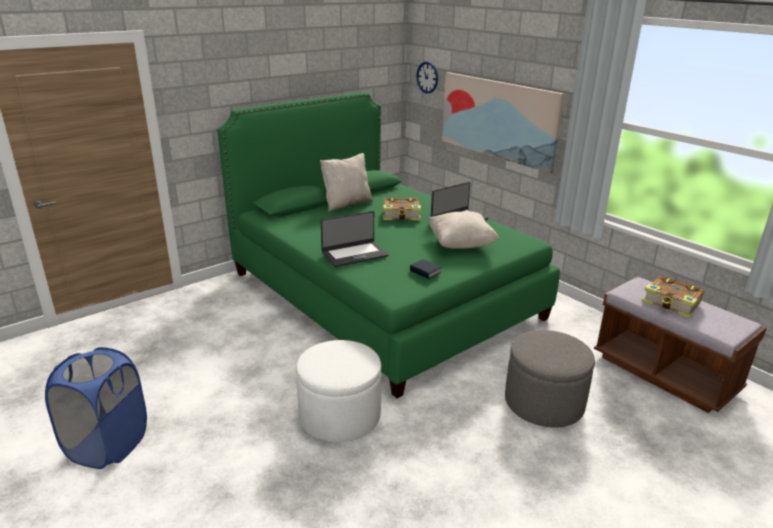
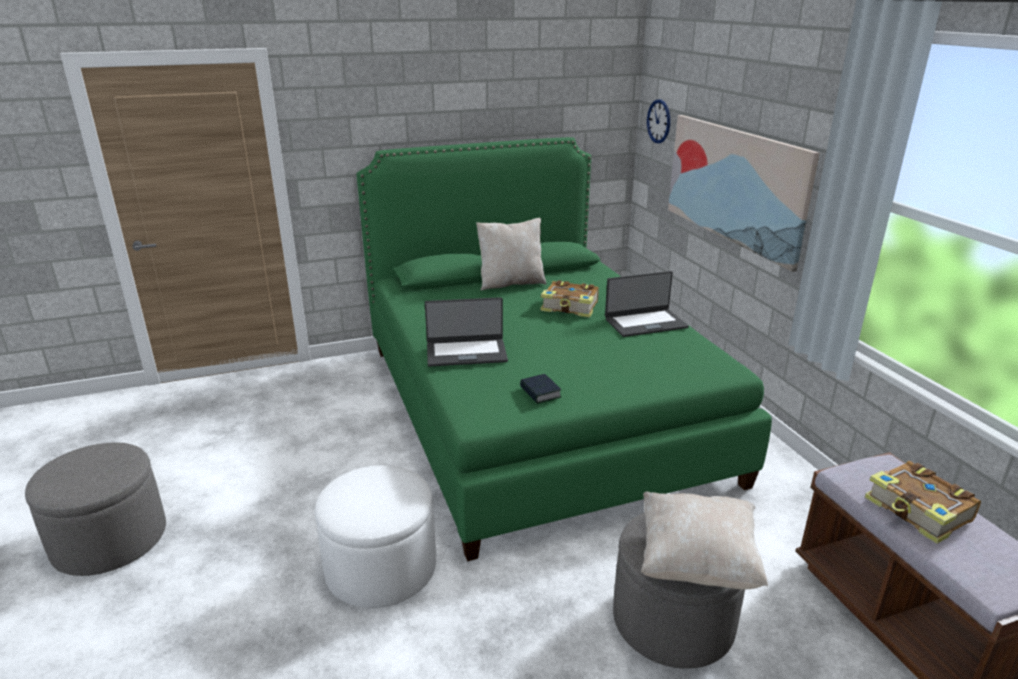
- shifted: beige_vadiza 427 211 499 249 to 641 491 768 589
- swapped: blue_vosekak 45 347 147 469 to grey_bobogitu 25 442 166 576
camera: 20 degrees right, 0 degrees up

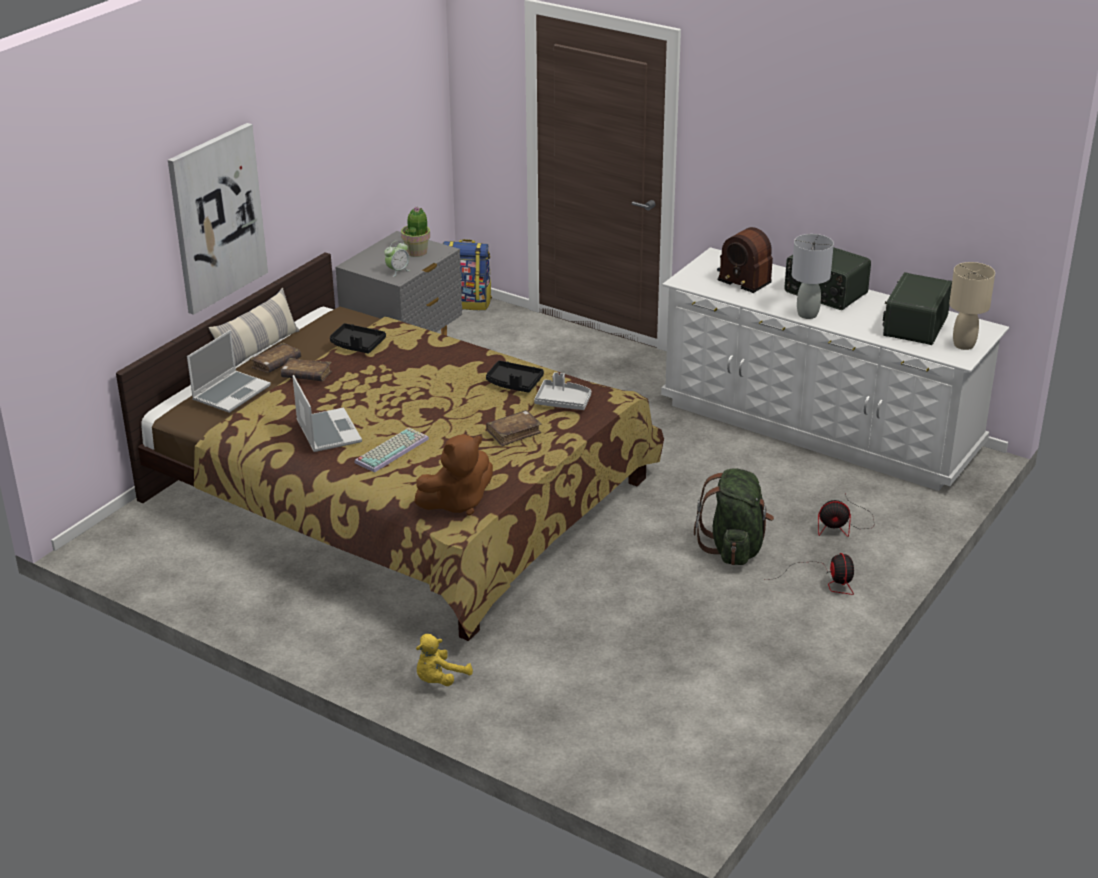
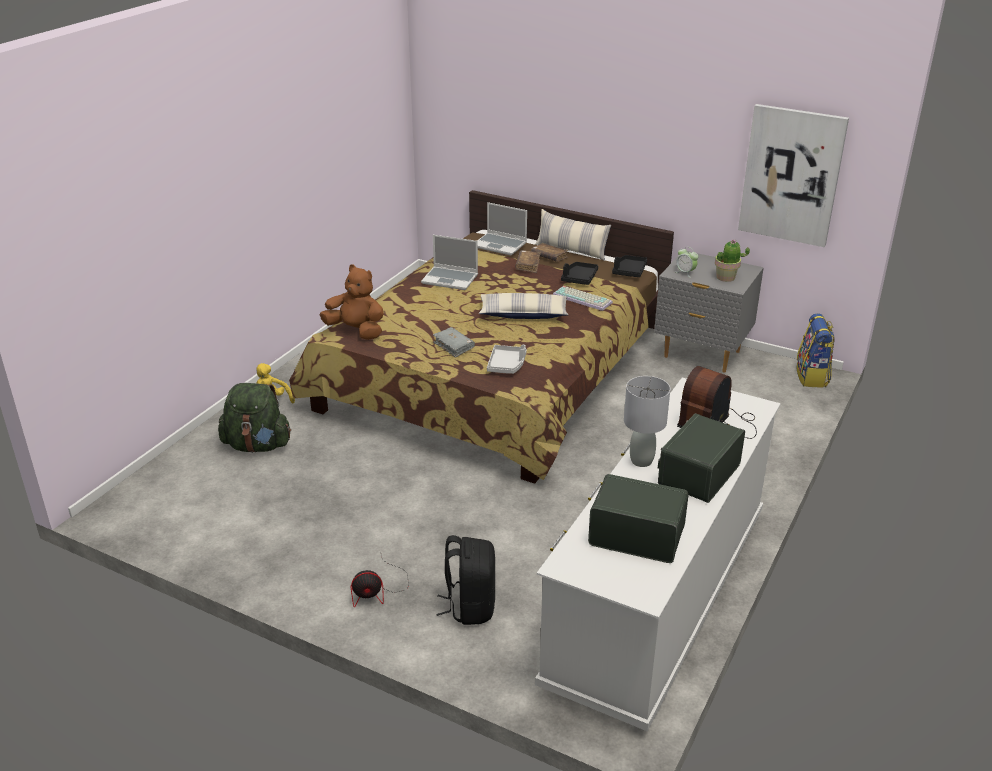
- shifted: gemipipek 168 123 268 315 to 738 104 849 247
- gone: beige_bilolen 949 262 995 350
- shifted: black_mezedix 486 361 544 393 to 612 255 647 277
- rotated: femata 293 375 362 452 = 421 235 478 290 45 degrees clockwise
- repainted: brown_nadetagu 486 410 542 446 to grey_nadetagu 433 327 475 358
- shifted: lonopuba 354 428 429 473 to 553 286 613 311
- rotated: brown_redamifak 414 434 493 516 = 320 264 384 340 150 degrees clockwise
- shifted: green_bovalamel 694 468 774 565 to 218 383 291 453
- swapped: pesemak 818 493 874 537 to black_bovalamel 436 535 495 625
- new: vadiza 479 293 568 319
camera: 85 degrees right, 0 degrees up

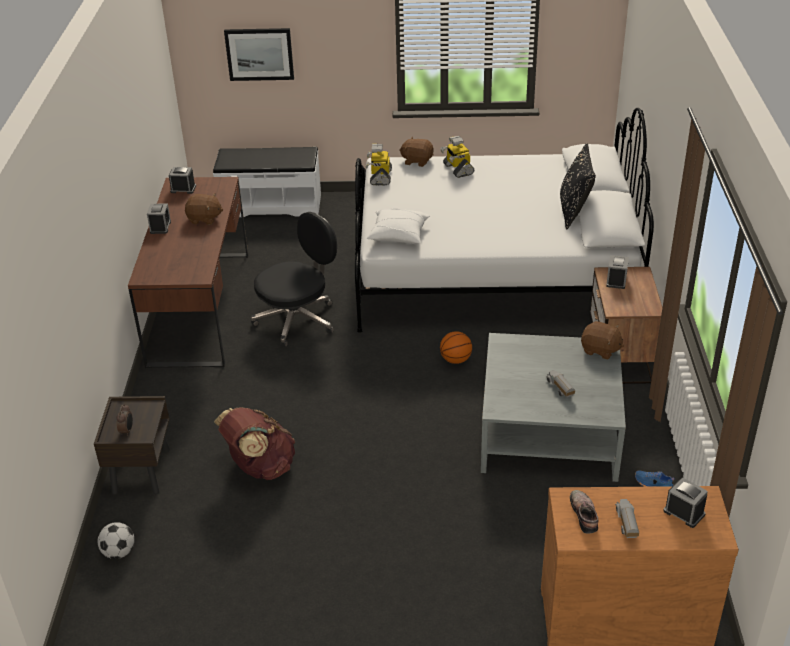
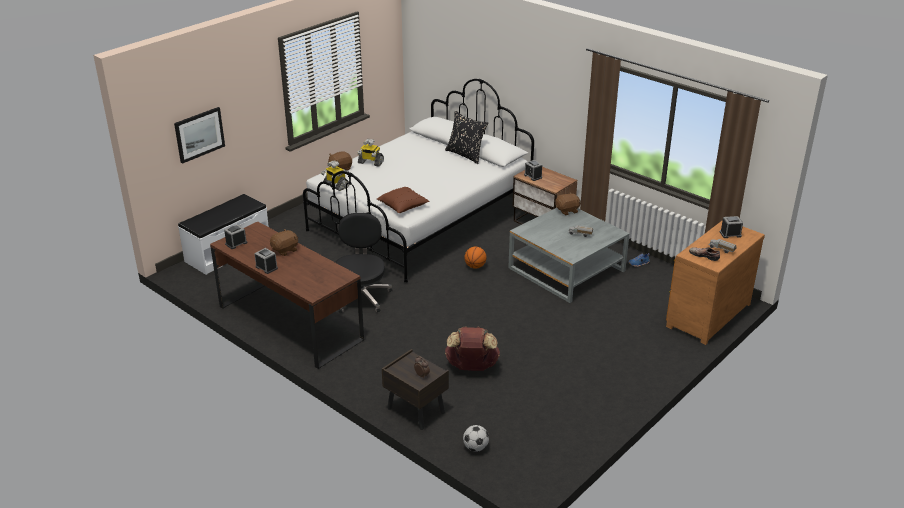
- repainted: white_vadiza 367 209 430 244 to brown_vadiza 377 187 429 213
camera: 50 degrees left, 5 degrees down

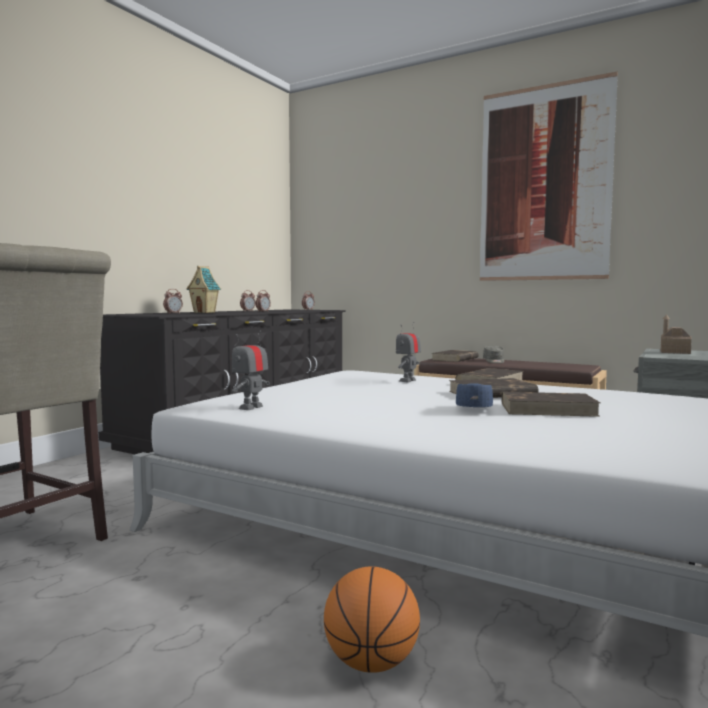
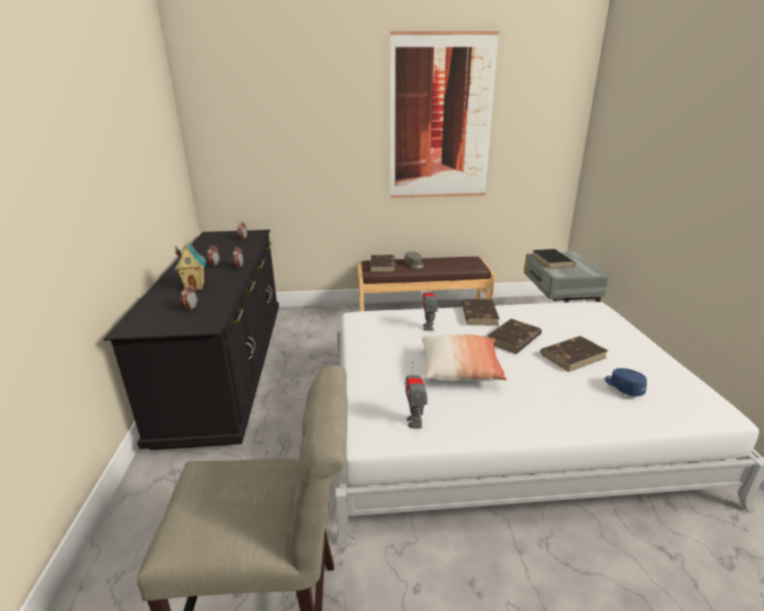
- swapped: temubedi 661 314 691 354 to black_nadetagu 533 249 575 269
- shifted: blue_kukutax 456 383 493 407 to 605 368 647 396
- gone: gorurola 324 567 420 673
- new: vadiza 422 334 507 382
camera: 35 degrees left, 20 degrees up

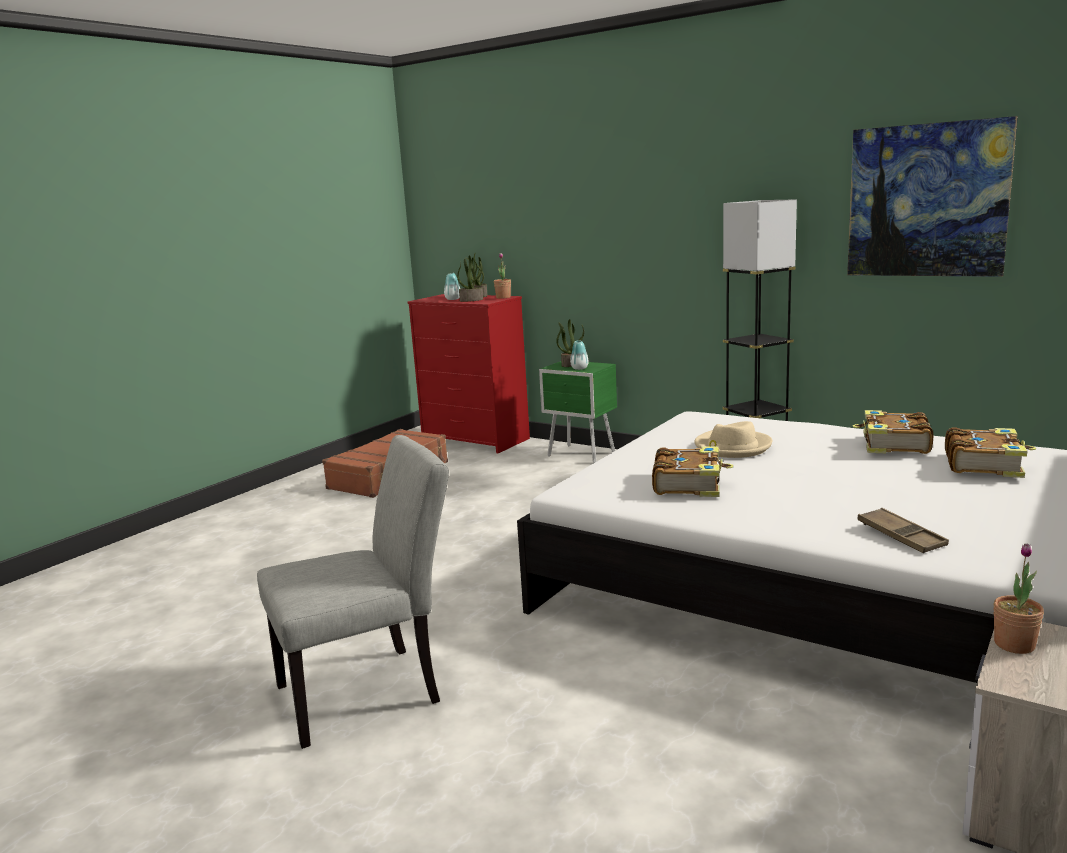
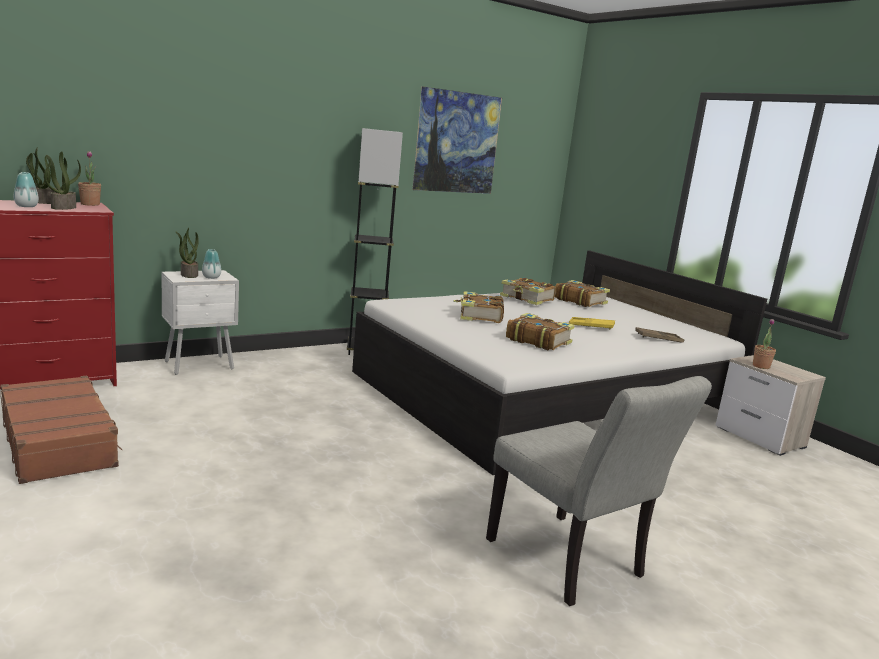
- repainted: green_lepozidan 539 361 617 463 to white_lepozidan 161 270 239 375
- swapped: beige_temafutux 695 421 772 458 to nadetagu 453 291 504 323
- rotated: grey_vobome 257 435 449 749 = 486 376 712 606 150 degrees clockwise
- new: yellow_mezedix 569 317 615 329
camera: 70 degrees left, 0 degrees up

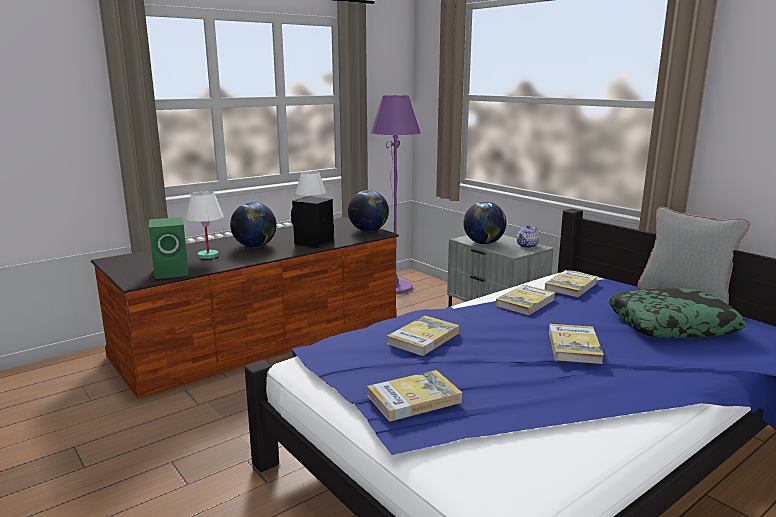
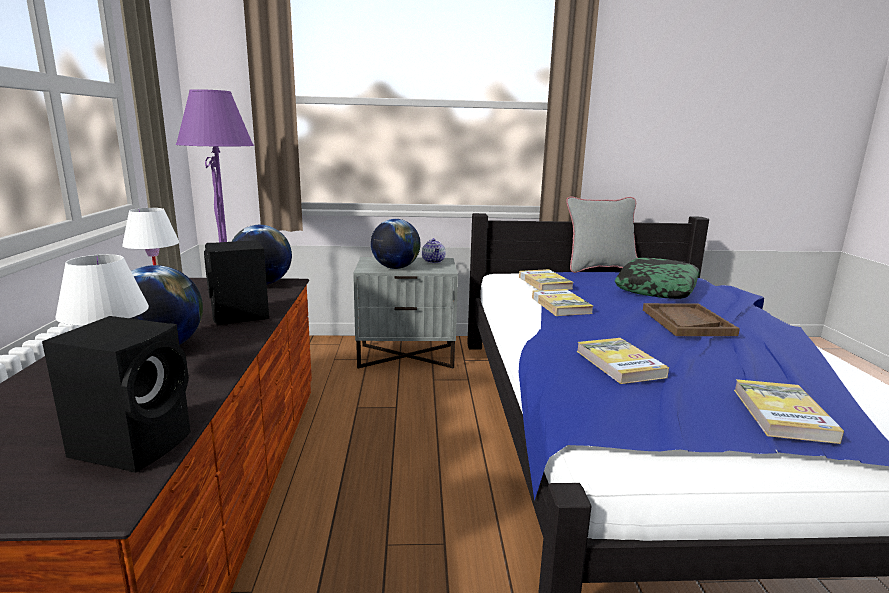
- repainted: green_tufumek 149 217 189 279 to black_tufumek 42 316 191 473
- swapped: nadetagu 549 324 604 364 to brown_mezedix 643 303 740 336
camera: 55 degrees left, 0 degrees up

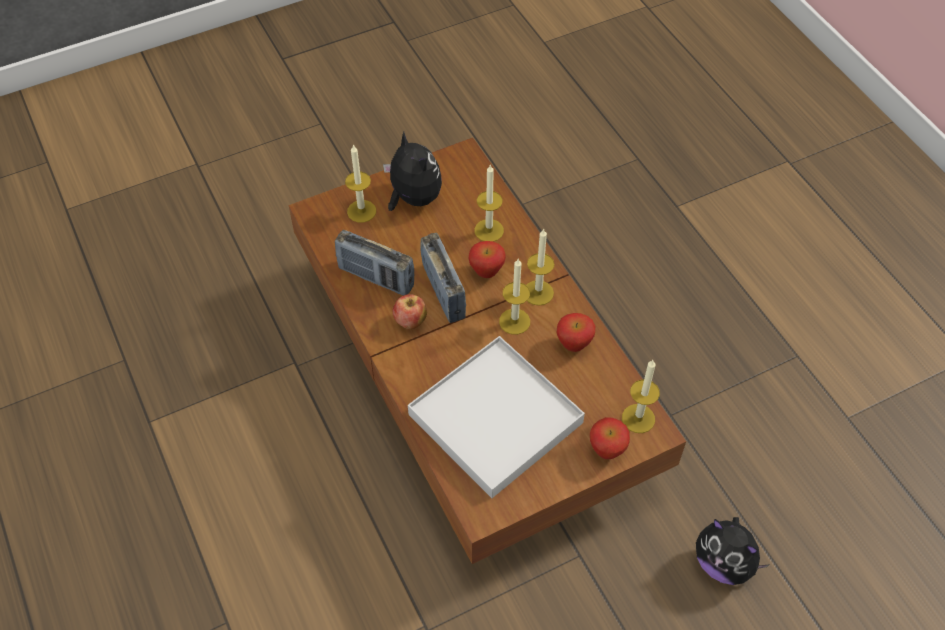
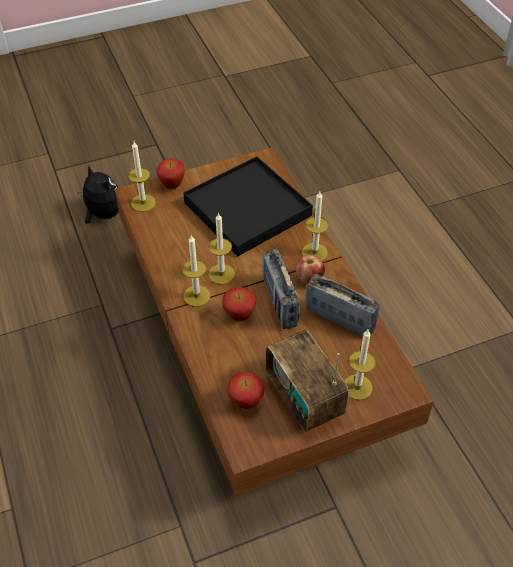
- swapped: redamifak 383 131 442 211 to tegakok 266 330 350 432
- shifted: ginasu 474 165 504 241 to 302 192 328 261
- shifted: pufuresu 557 313 595 352 to 227 372 264 409
- repainted: white_mezedix 408 336 585 498 to black_mezedix 183 156 313 256
camera: 175 degrees left, 5 degrees down

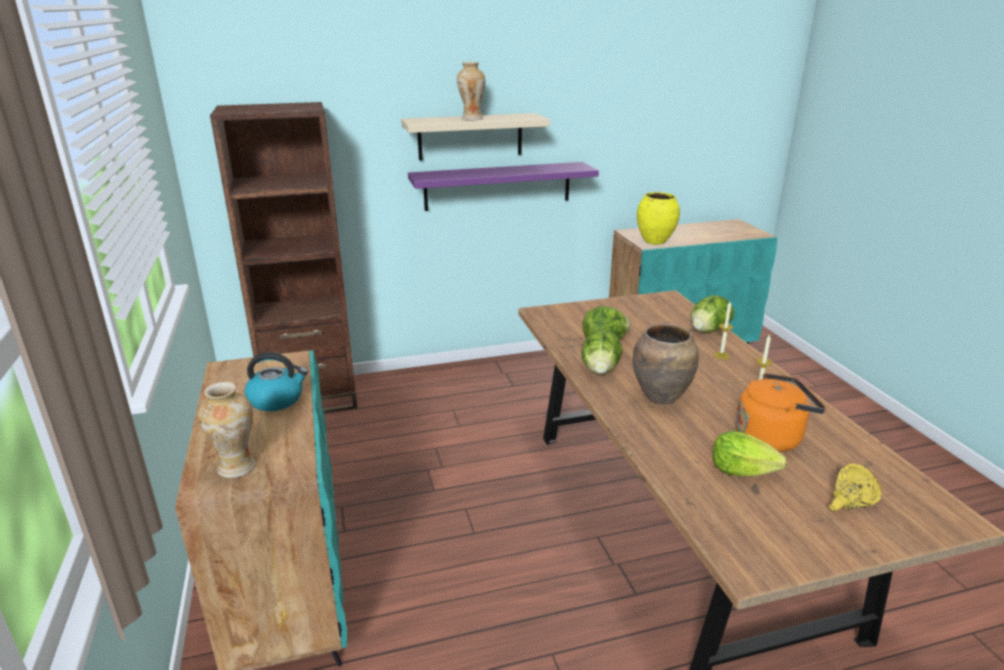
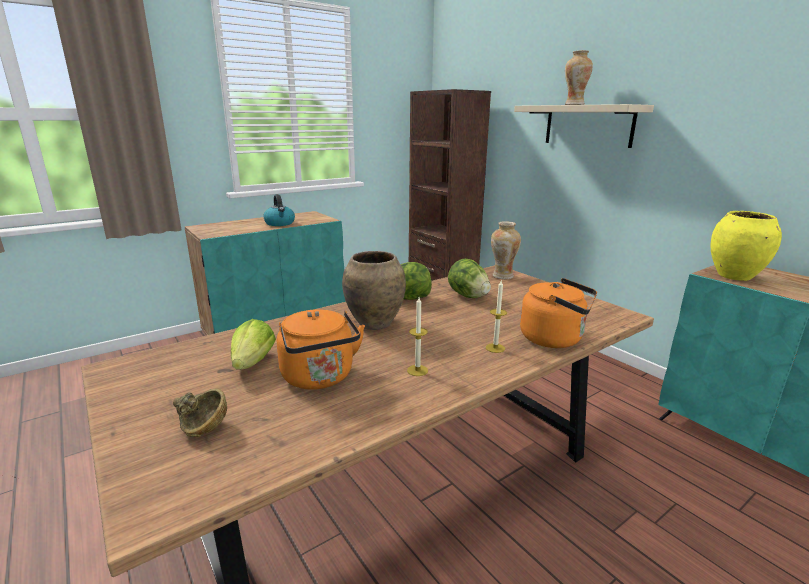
- gone: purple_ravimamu 408 162 599 211
- swapped: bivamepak 691 295 734 333 to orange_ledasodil 520 278 597 348
- shifted: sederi 198 382 255 478 to 491 221 521 279
- repainted: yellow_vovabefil 829 464 882 511 to brown_vovabefil 173 389 227 437
camera: 70 degrees right, 5 degrees down

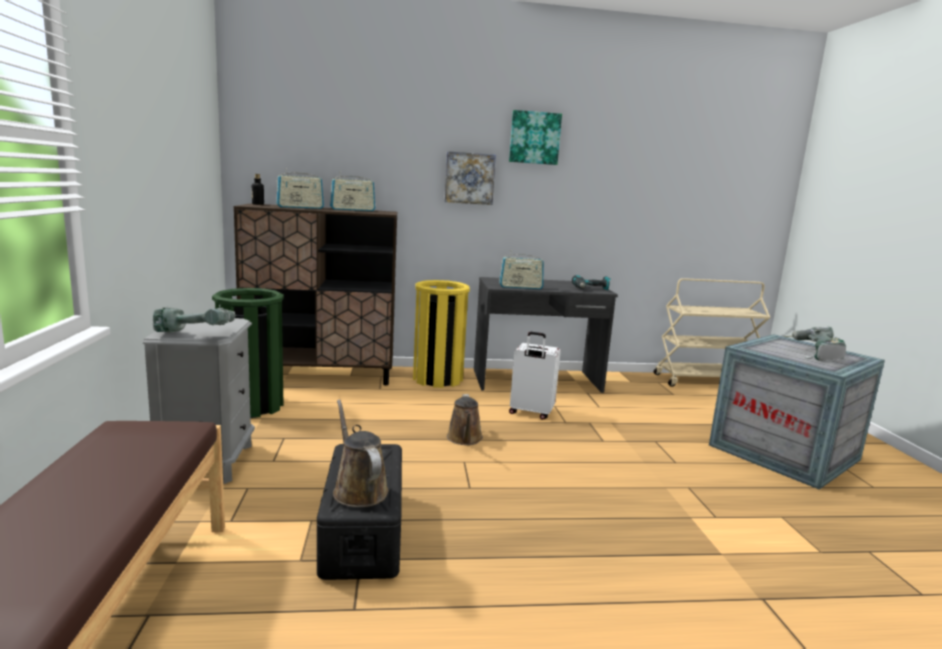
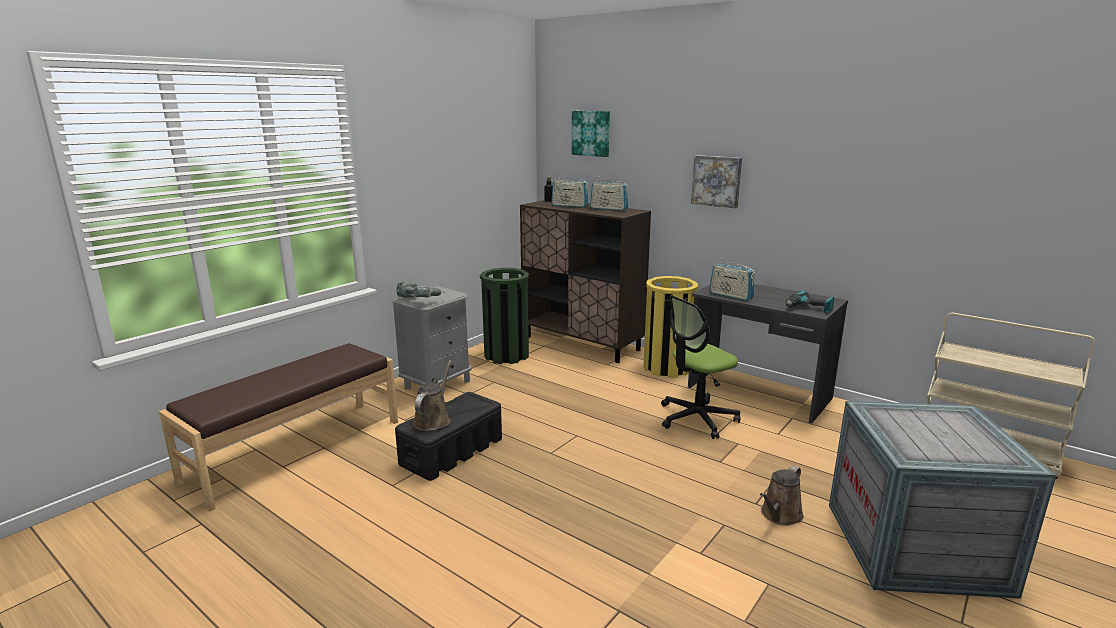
- shifted: gemipipek 509 110 562 165 to 572 111 610 157
- gone: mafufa 784 327 846 361
- swapped: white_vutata 509 332 561 420 to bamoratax 661 295 741 439
- shifted: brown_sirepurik 447 394 483 445 to 760 466 804 526
camera: 45 degrees right, 5 degrees up

